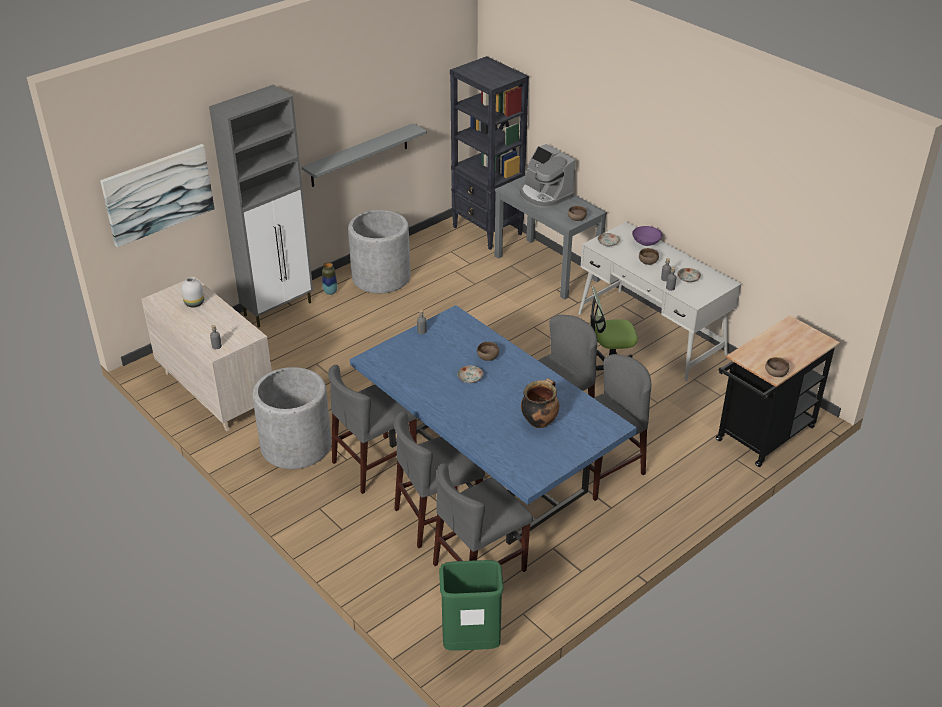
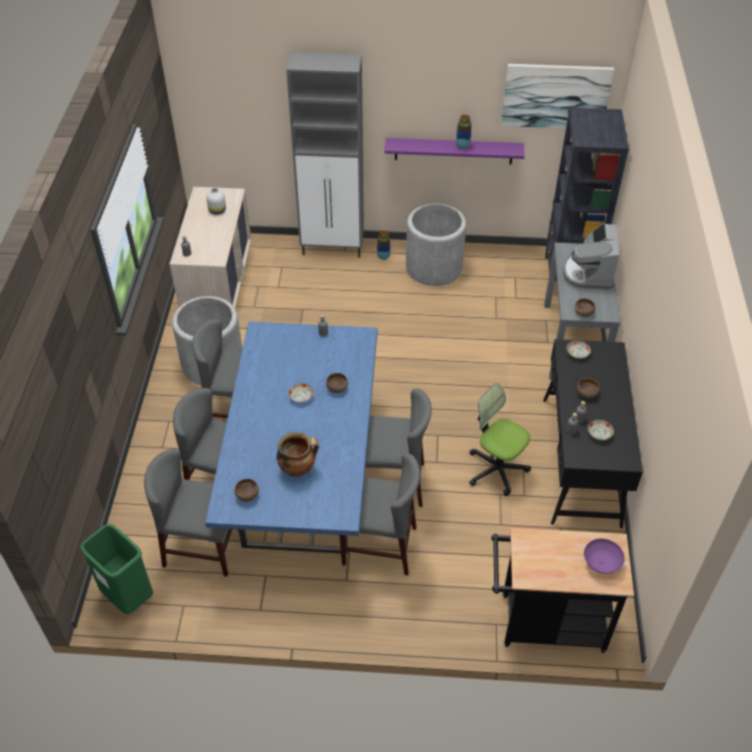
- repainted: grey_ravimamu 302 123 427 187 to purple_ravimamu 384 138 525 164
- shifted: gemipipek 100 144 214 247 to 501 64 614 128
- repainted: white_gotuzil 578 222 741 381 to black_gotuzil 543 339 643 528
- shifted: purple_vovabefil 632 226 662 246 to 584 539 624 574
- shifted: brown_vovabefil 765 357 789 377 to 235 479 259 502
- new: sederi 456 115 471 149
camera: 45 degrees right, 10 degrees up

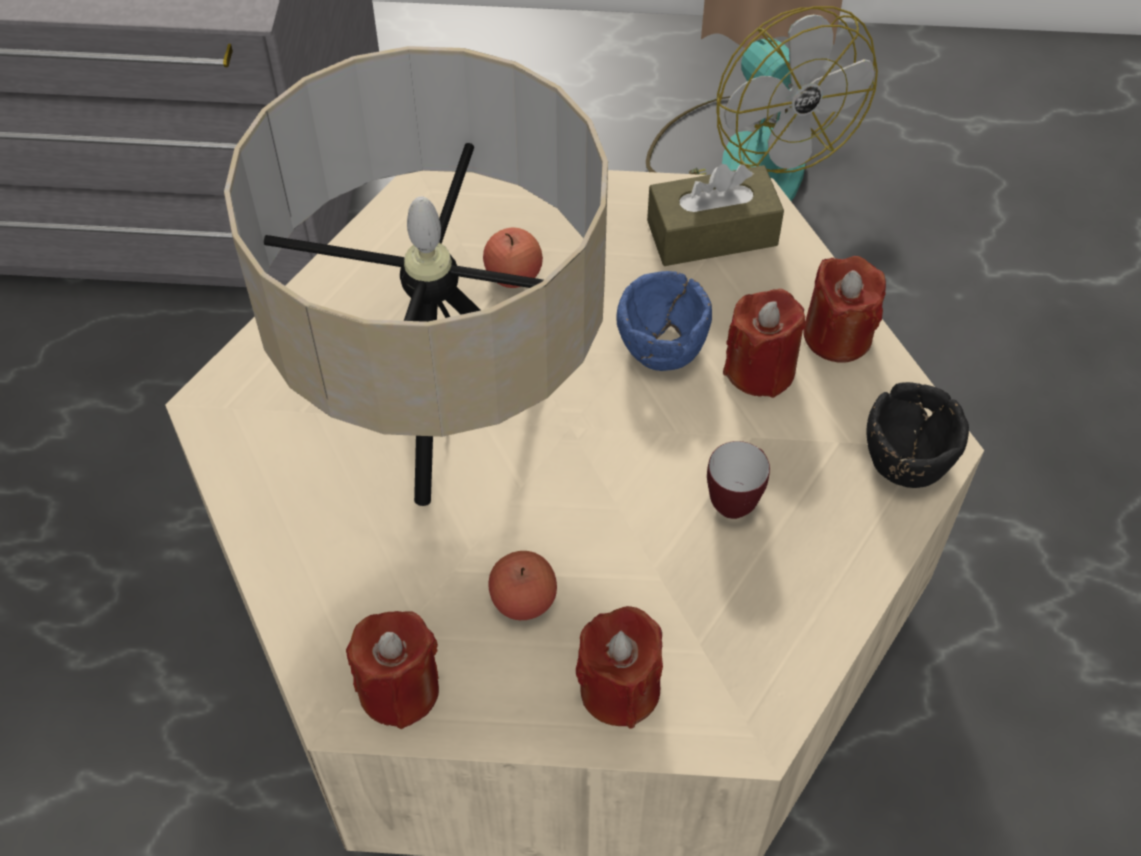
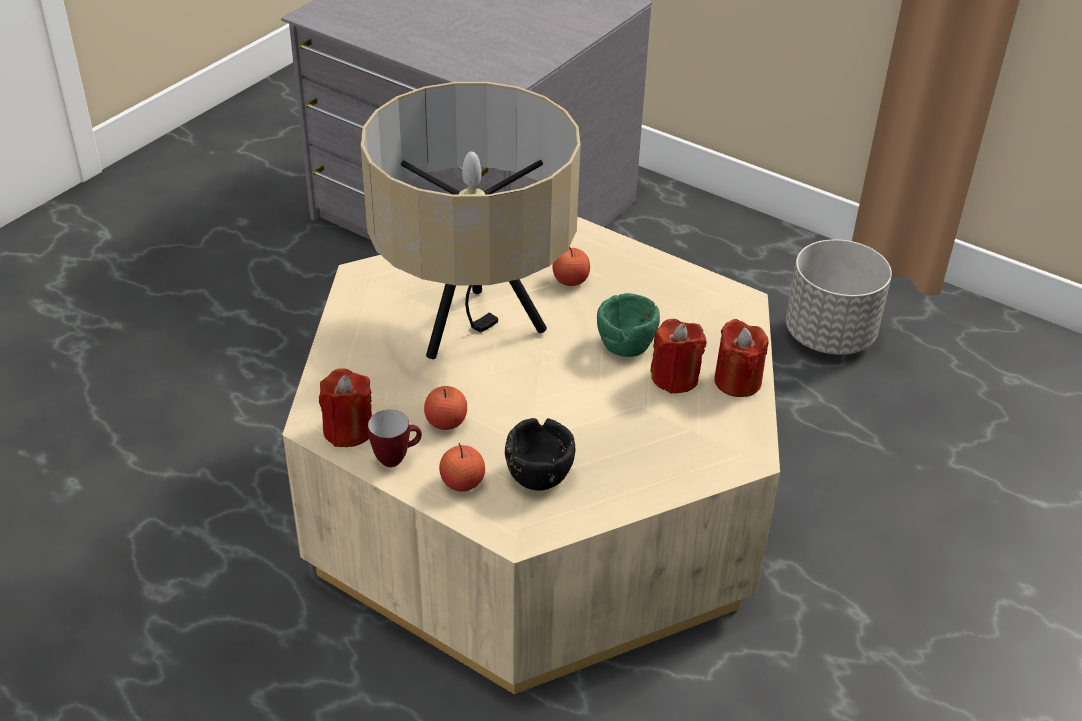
- swapped: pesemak 646 6 878 201 to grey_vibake 786 239 892 355
- gone: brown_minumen 647 164 784 266
- repainted: blue_vovabefil 617 271 712 371 to green_vovabefil 597 293 660 357
- shifted: black_vovabefil 866 382 969 488 to 505 418 575 491
- shifted: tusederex 707 441 770 519 to 368 410 422 467
- swapped: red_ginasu 576 606 663 729 to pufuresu 439 443 485 492
camera: 30 degrees right, 15 degrees down

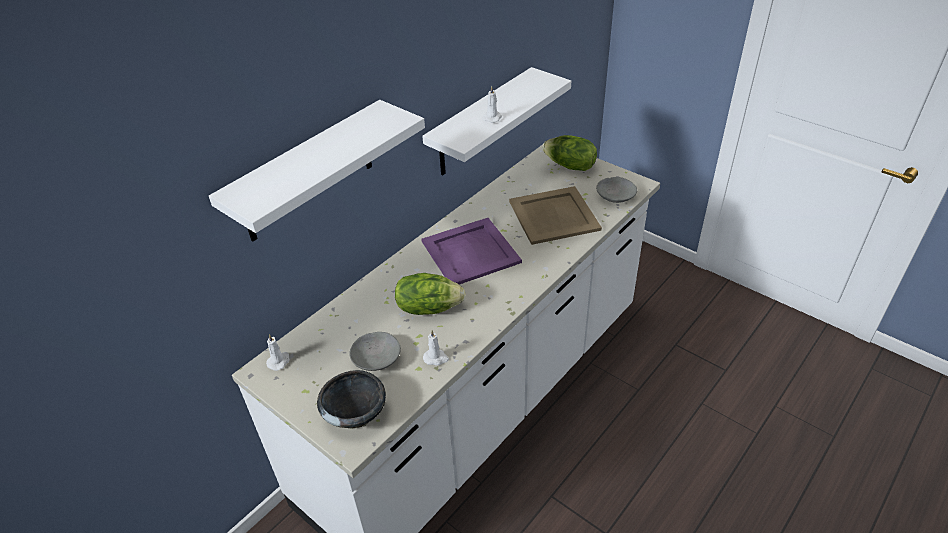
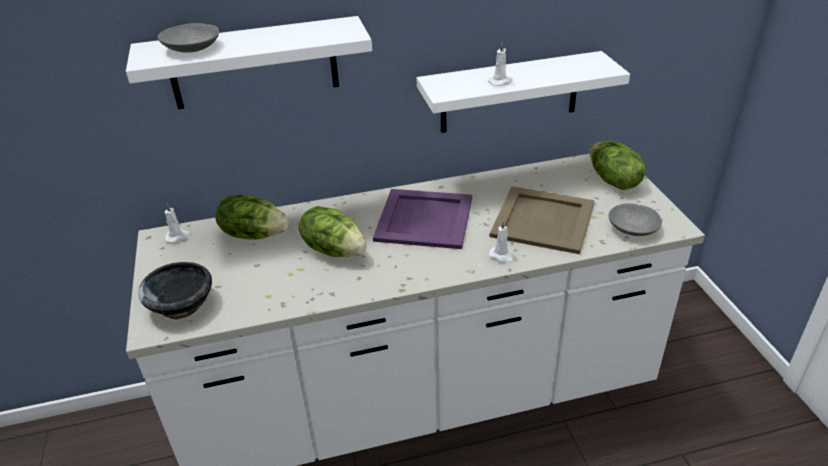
- shifted: white_ginasu 423 330 449 366 to 489 221 514 263
- shifted: grey_vovabefil 349 332 401 371 to 158 23 219 53
- new: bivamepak 215 195 289 240
camera: 35 degrees right, 5 degrees down

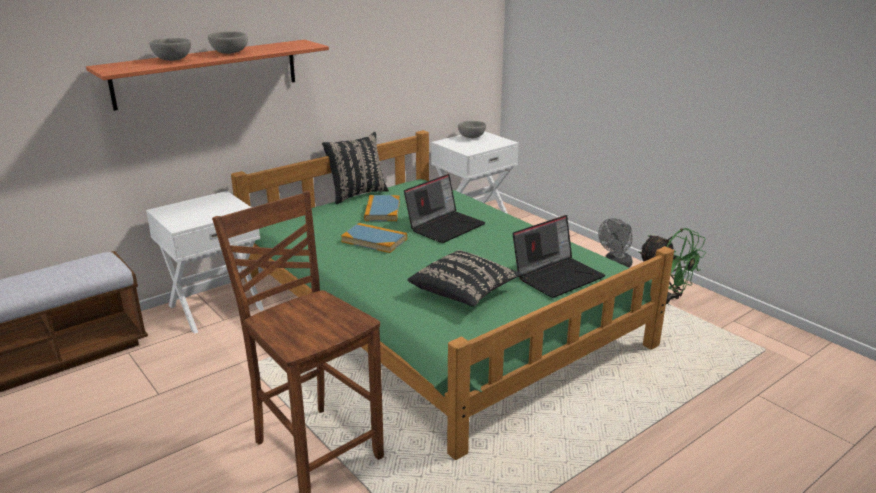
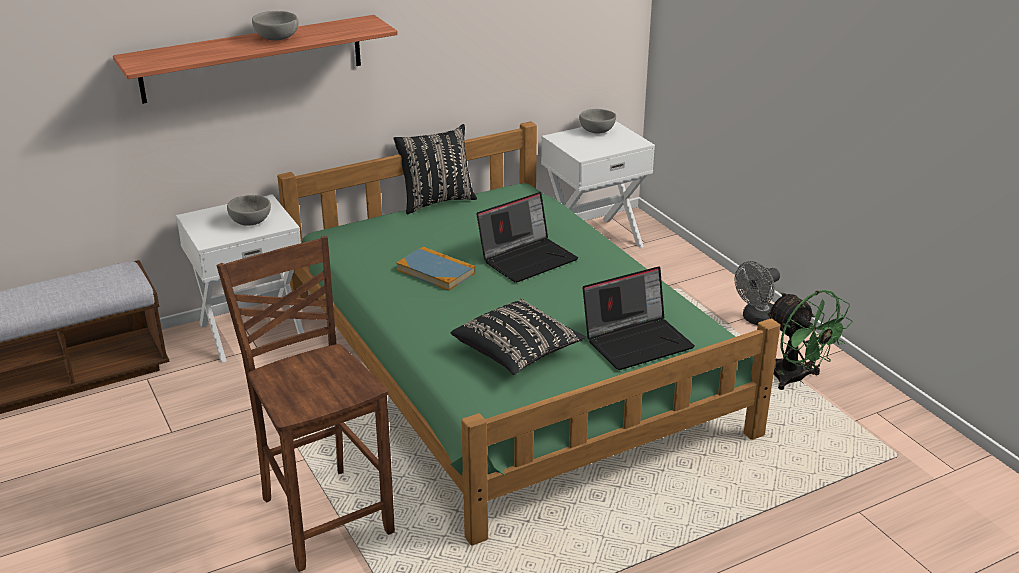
- shifted: grey_vovabefil 150 38 191 61 to 227 195 271 226
- gone: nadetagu 364 195 400 221
camera: 10 degrees right, 5 degrees up

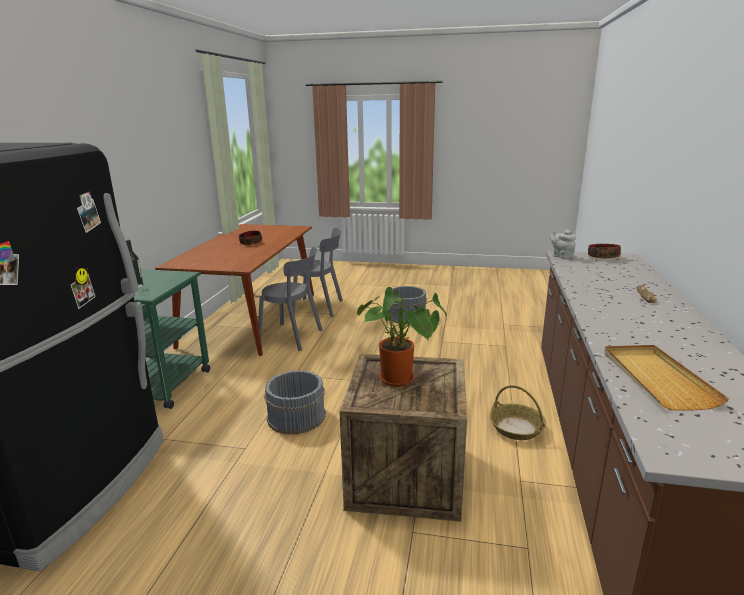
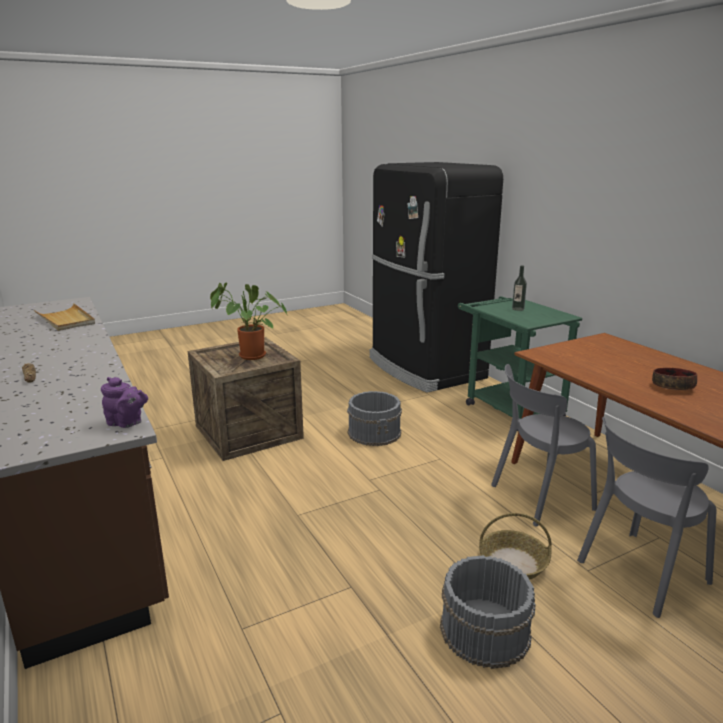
- repainted: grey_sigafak 550 230 576 259 to purple_sigafak 101 377 148 428
- gone: vovabefil 588 244 621 258
- shifted: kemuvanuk 490 385 546 440 to 479 513 552 580
camera: 140 degrees right, 0 degrees up

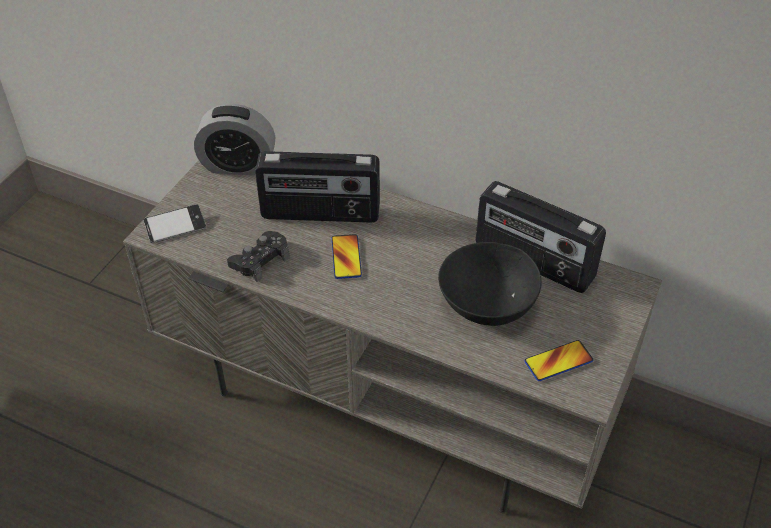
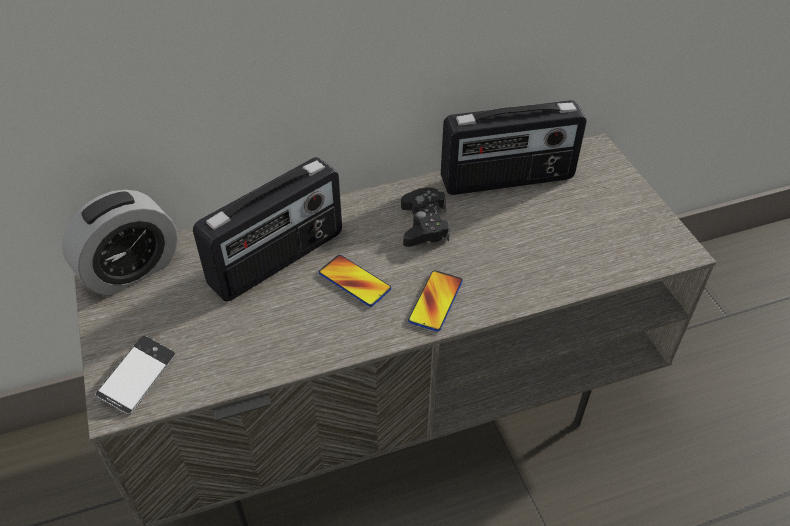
- shifted: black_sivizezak 227 231 290 282 to 401 187 450 247
- gone: black_vovabefil 438 242 542 326
- shifted: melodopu 525 340 593 381 to 408 270 463 331
camera: 45 degrees left, 0 degrees up

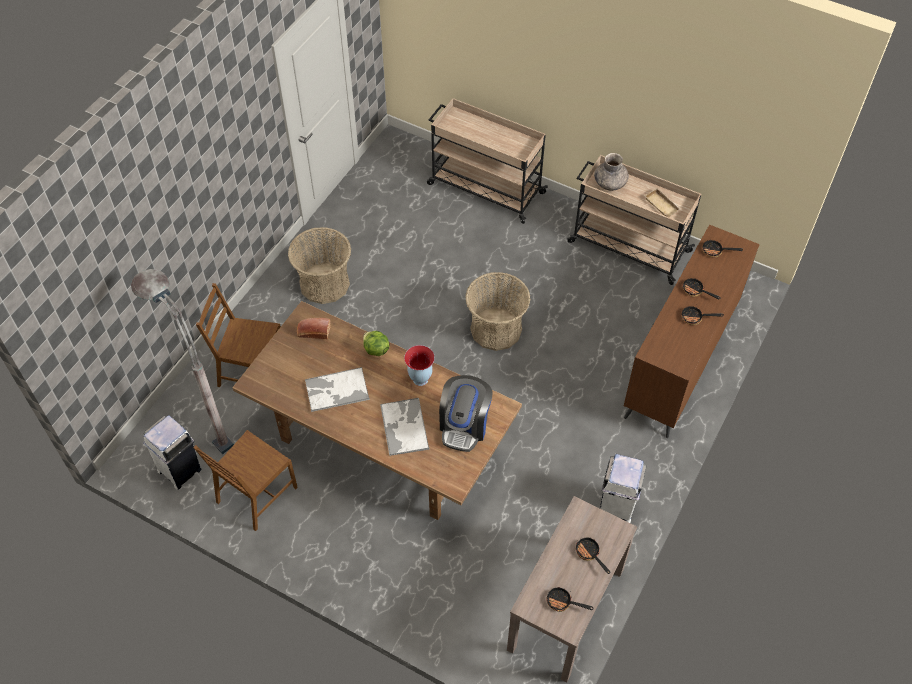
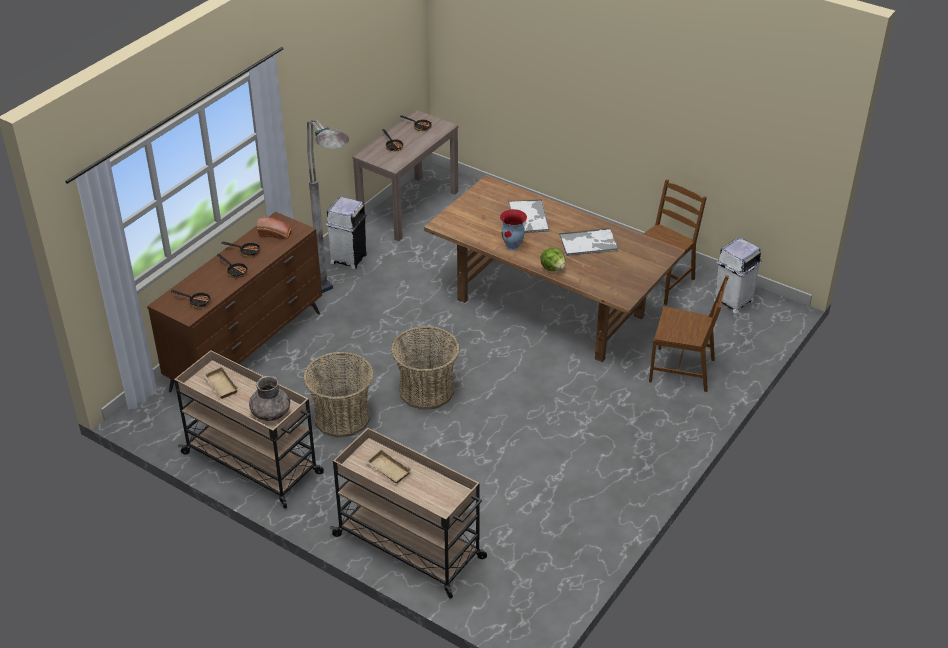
- shifted: kemuvanuk 288 227 351 304 to 303 352 374 438
- shifted: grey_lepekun 131 269 234 454 to 307 120 349 293
- shifted: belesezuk 297 318 330 339 to 257 217 292 239
- gone: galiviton 439 375 492 452
- new: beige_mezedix 365 449 412 483
camera: 175 degrees left, 15 degrees down

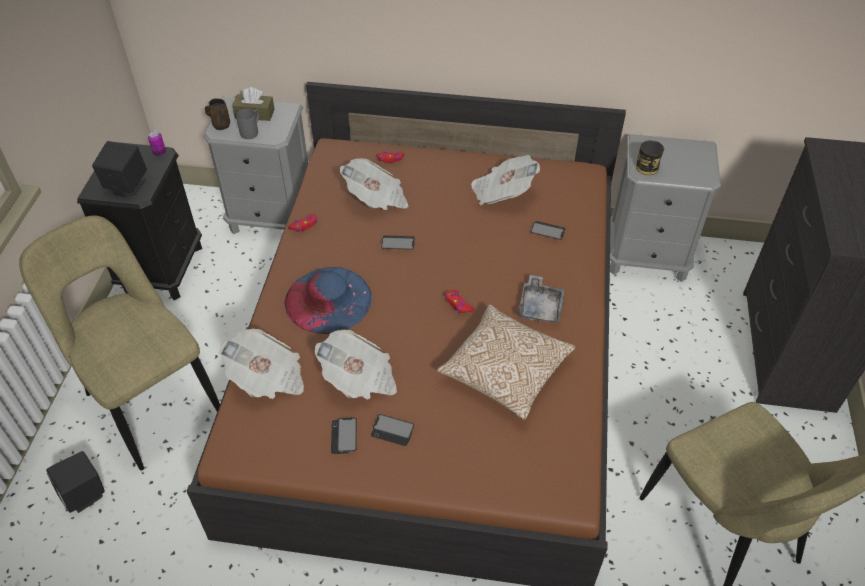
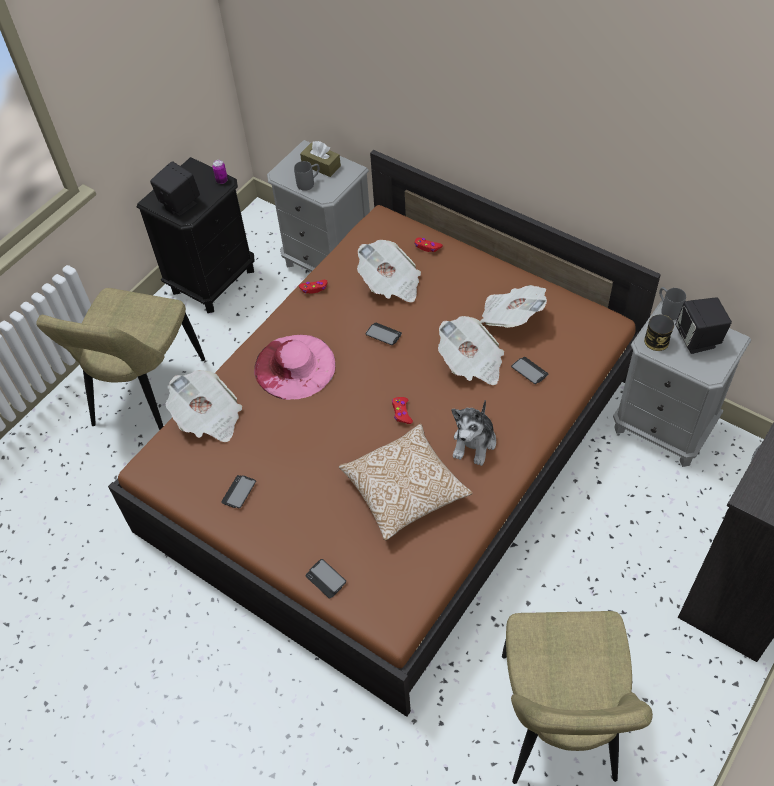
- gone: brown_tusederex 205 98 230 130
- rotated: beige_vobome 19 216 220 470 = 36 288 205 430 150 degrees counterclockwise
- repainted: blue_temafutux 284 267 372 334 to pink_temafutux 254 335 336 400
- swapped: grey_mezedix 518 275 565 323 to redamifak 452 400 496 466
- shifted: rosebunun 315 330 397 399 to 438 316 504 385
- shifted: melodopu 371 414 414 446 to 305 559 346 599
- shifted: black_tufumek 46 451 105 513 to 675 297 732 354
- new: grey_tusederex 659 287 686 320
camera: 30 degrees right, 5 degrees up

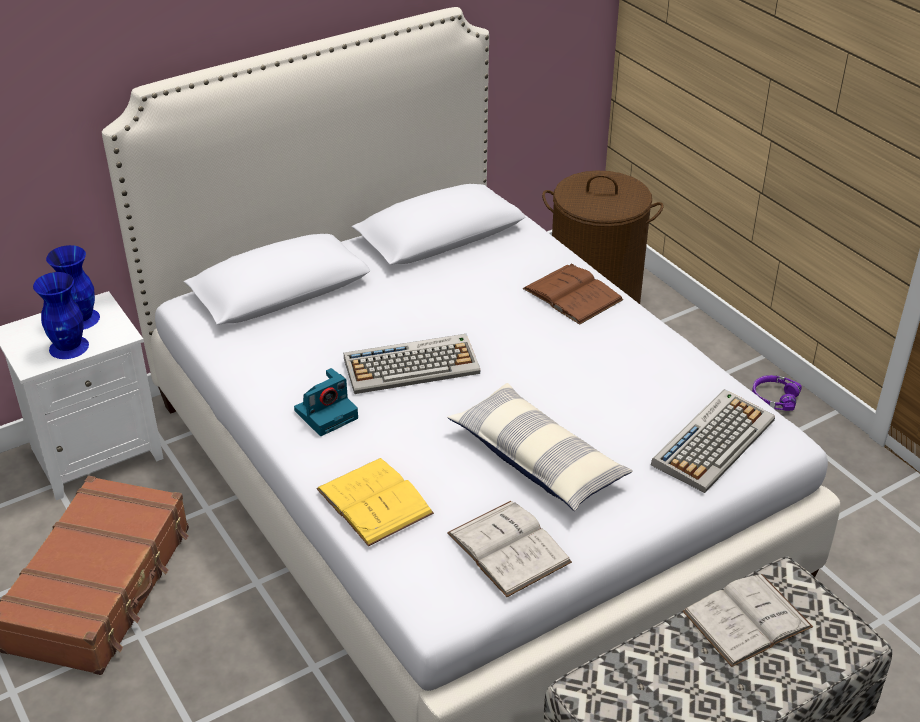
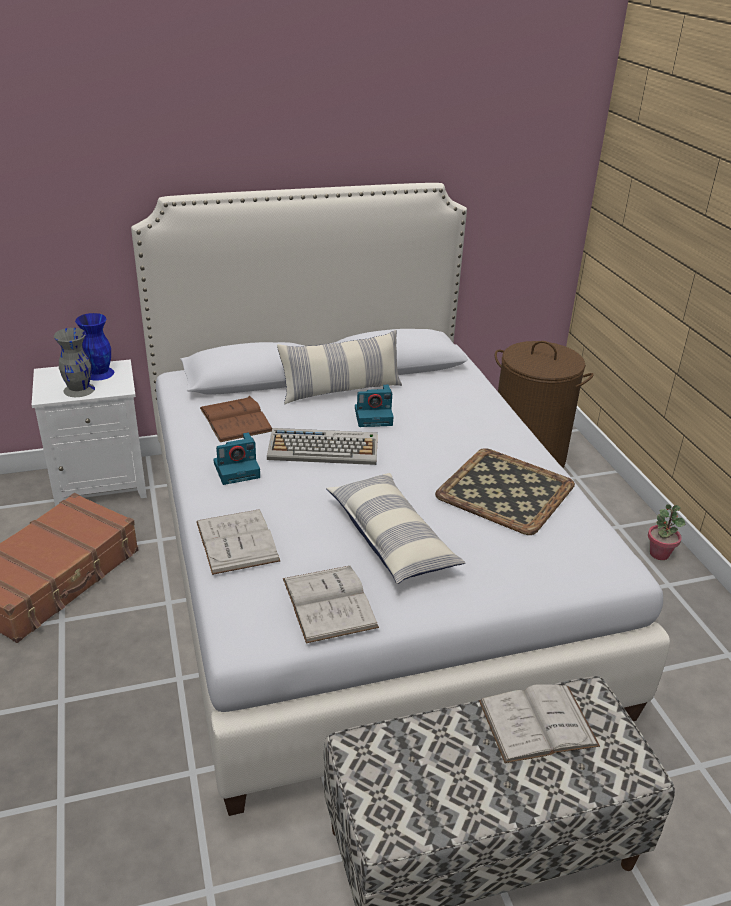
- shifted: brown_nadetagu 523 263 624 325 to 200 396 272 442
- repainted: blue_sederi 33 272 89 359 to grey_sederi 54 328 95 397
- swapped: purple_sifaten 752 375 802 411 to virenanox 648 504 685 560
- gone: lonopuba 651 389 775 493
- repainted: yellow_nadetagu 316 458 434 546 to white_nadetagu 196 509 280 575
- new: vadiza 277 330 402 404
- new: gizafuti 355 384 394 427
- new: mezedix 435 448 575 535
camera: 15 degrees right, 5 degrees down

